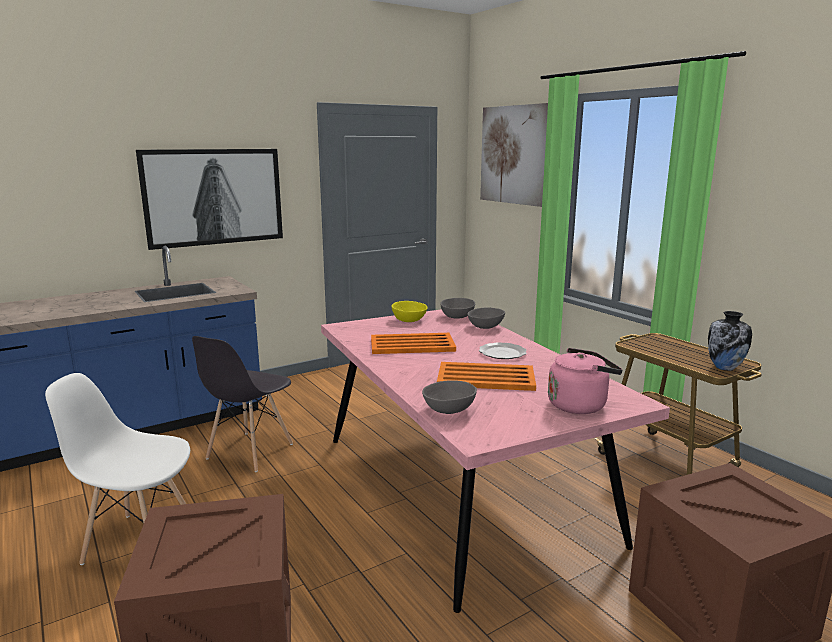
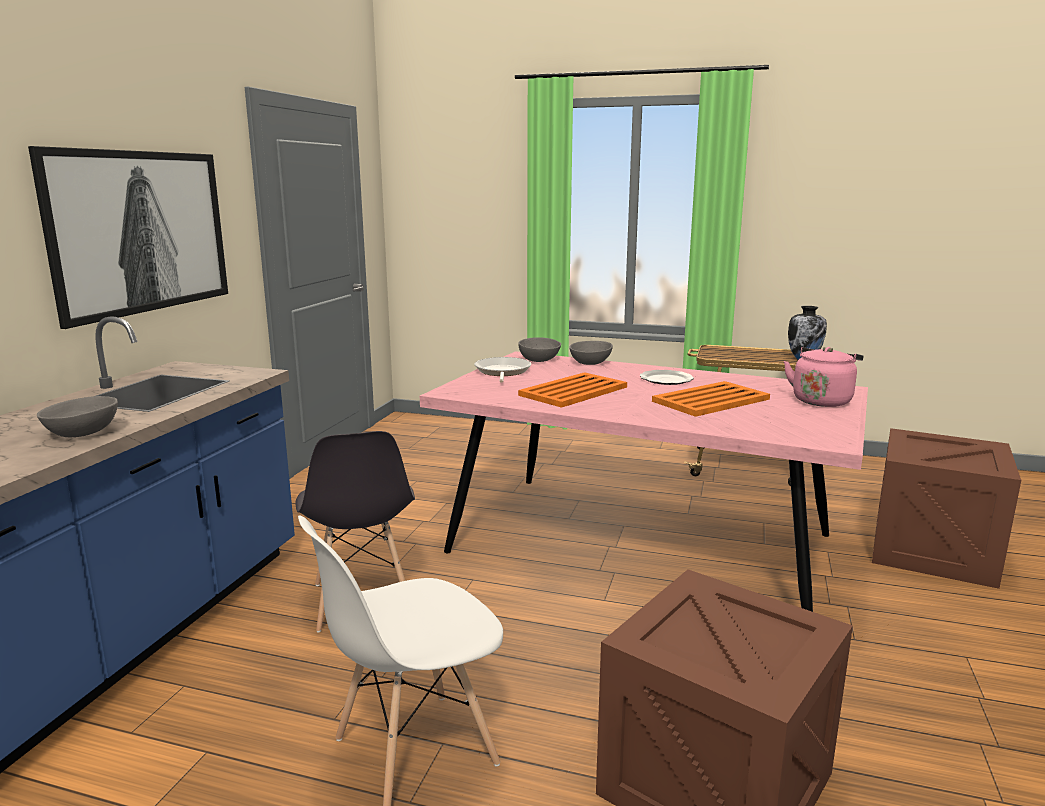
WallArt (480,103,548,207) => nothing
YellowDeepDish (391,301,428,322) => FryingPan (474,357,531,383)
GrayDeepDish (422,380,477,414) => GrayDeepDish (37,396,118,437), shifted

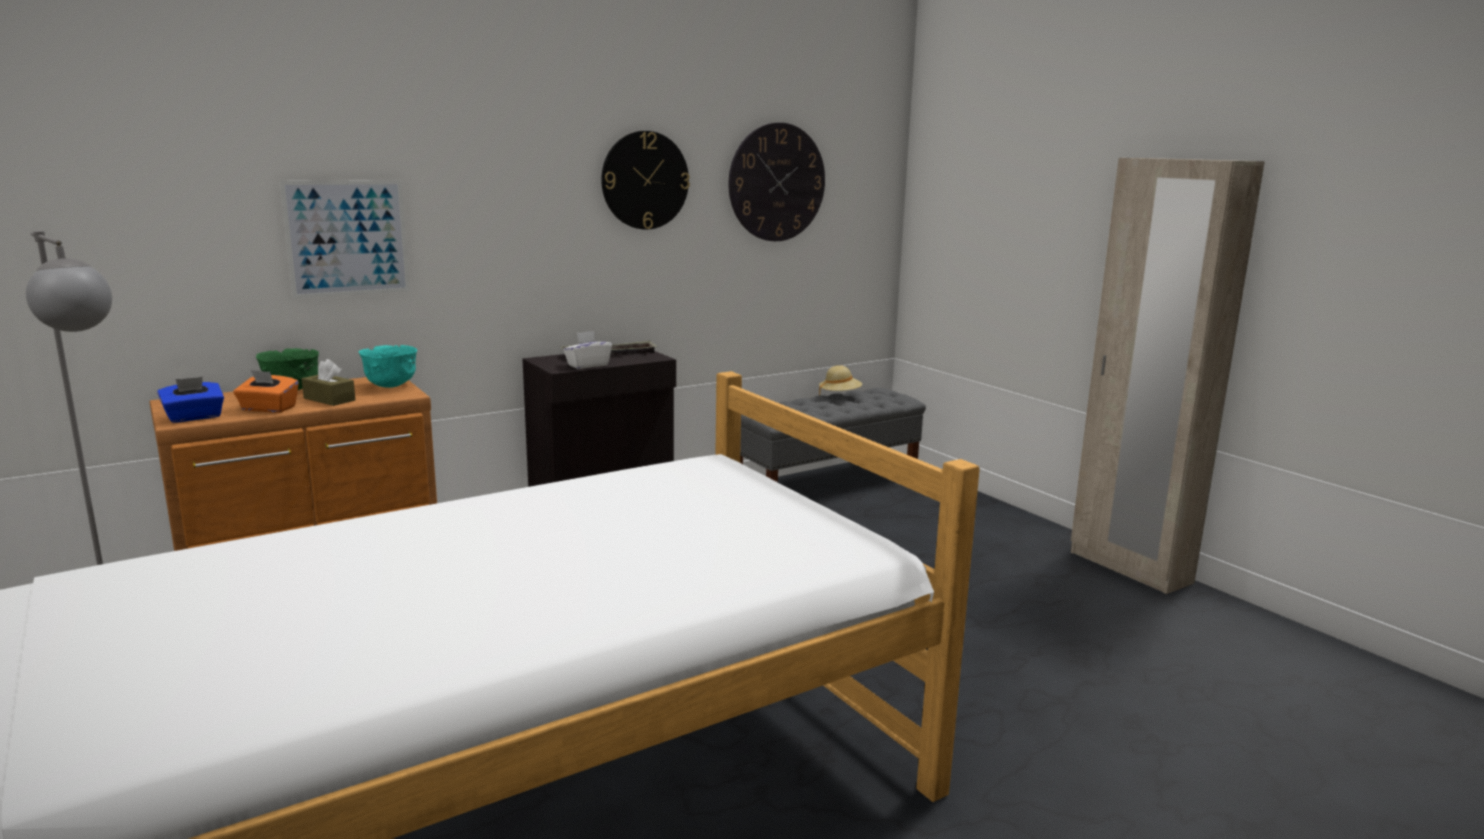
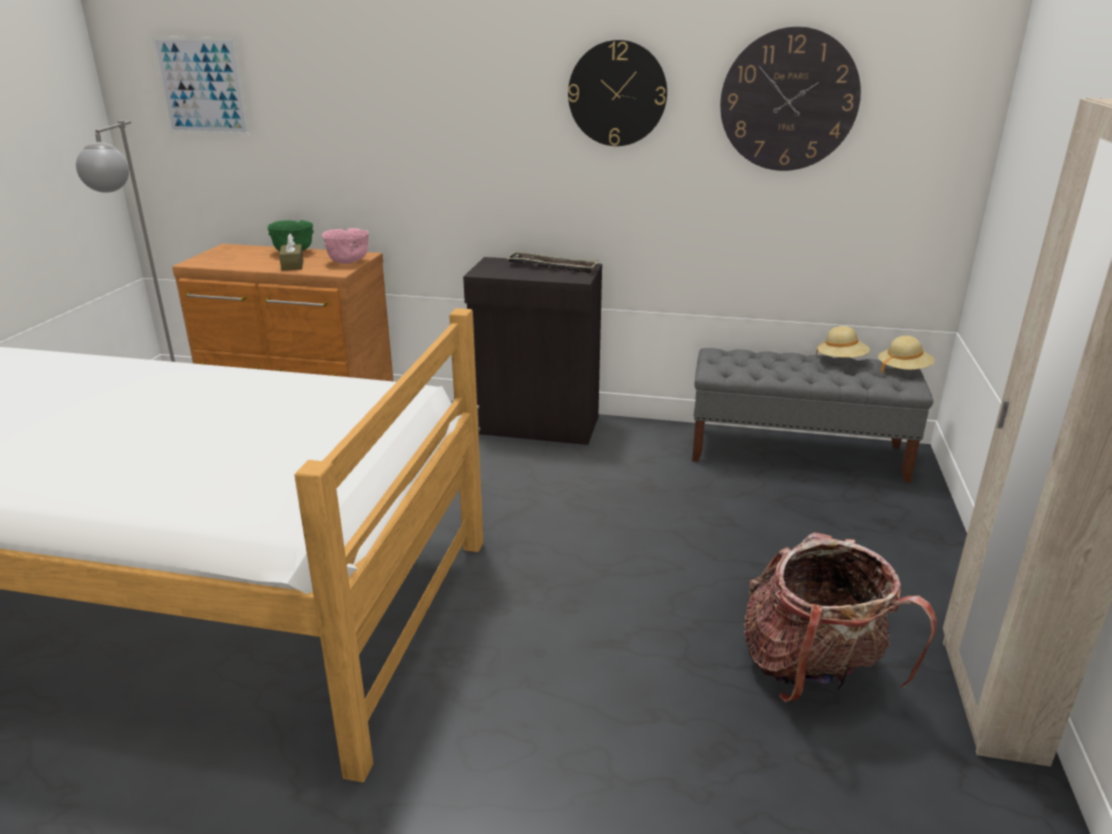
WallArt (280,180,410,298) => WallArt (151,37,250,135), shifted
WhiteBoxOfTissues (563,331,612,369) => nothing
TurquoiseColouredDeepDish (359,345,417,388) => PinkDeepDish (322,228,369,264)
OrangeyBoxOfTissues (233,370,299,413) => nothing
BlueColouredBoxOfTissues (157,377,224,423) => nothing
nothing => BeigeHat (878,336,935,373)
nothing => Backpack (743,532,937,703)

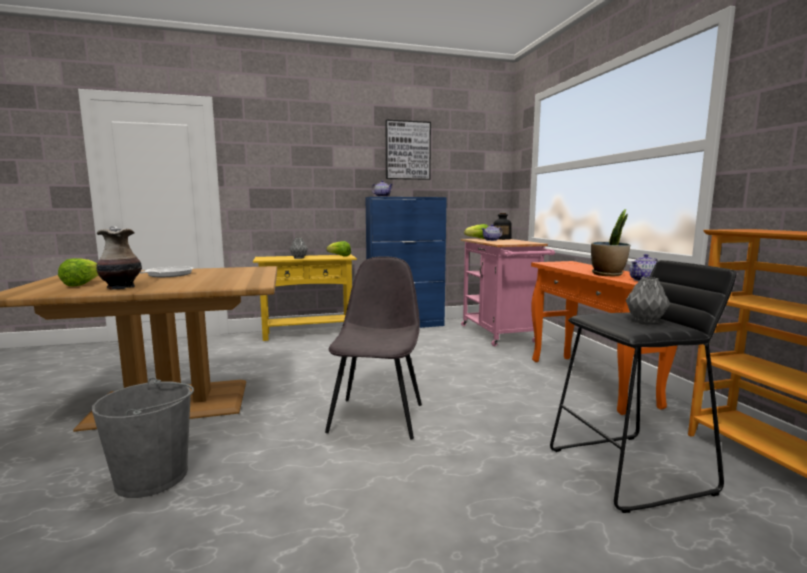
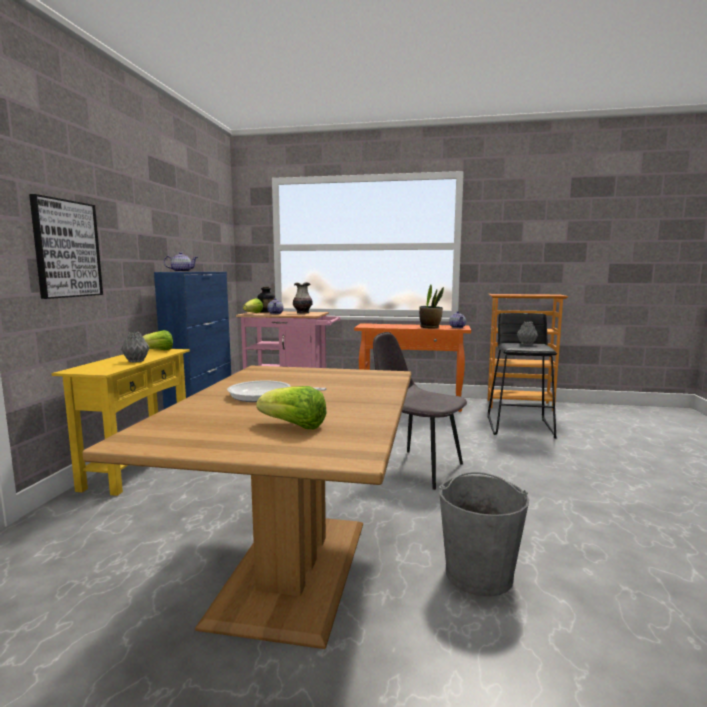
WallArt (386,119,431,180) => WallArt (29,194,103,299), shifted
DecorativeVase (96,228,142,290) => DecorativeVase (293,282,313,314), shifted

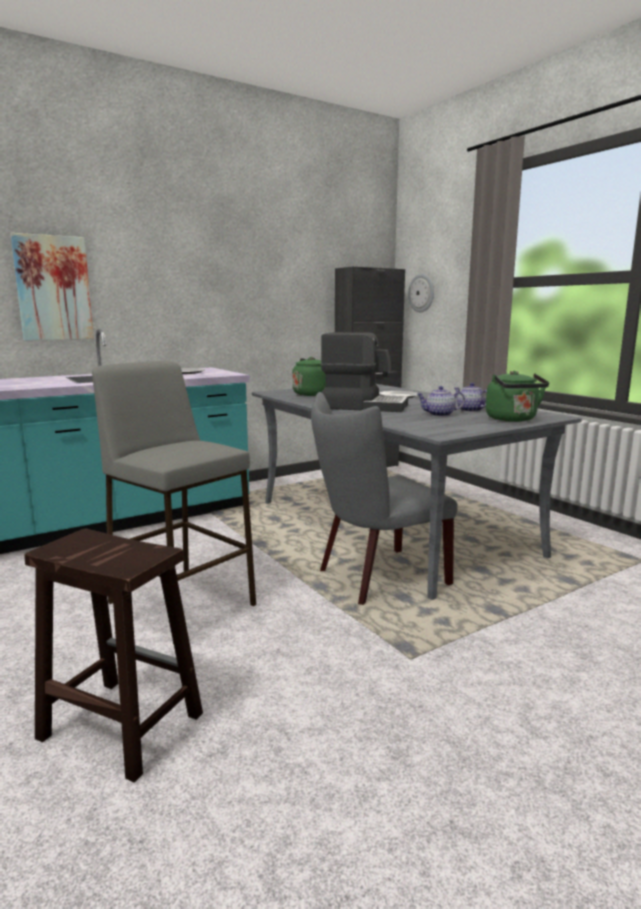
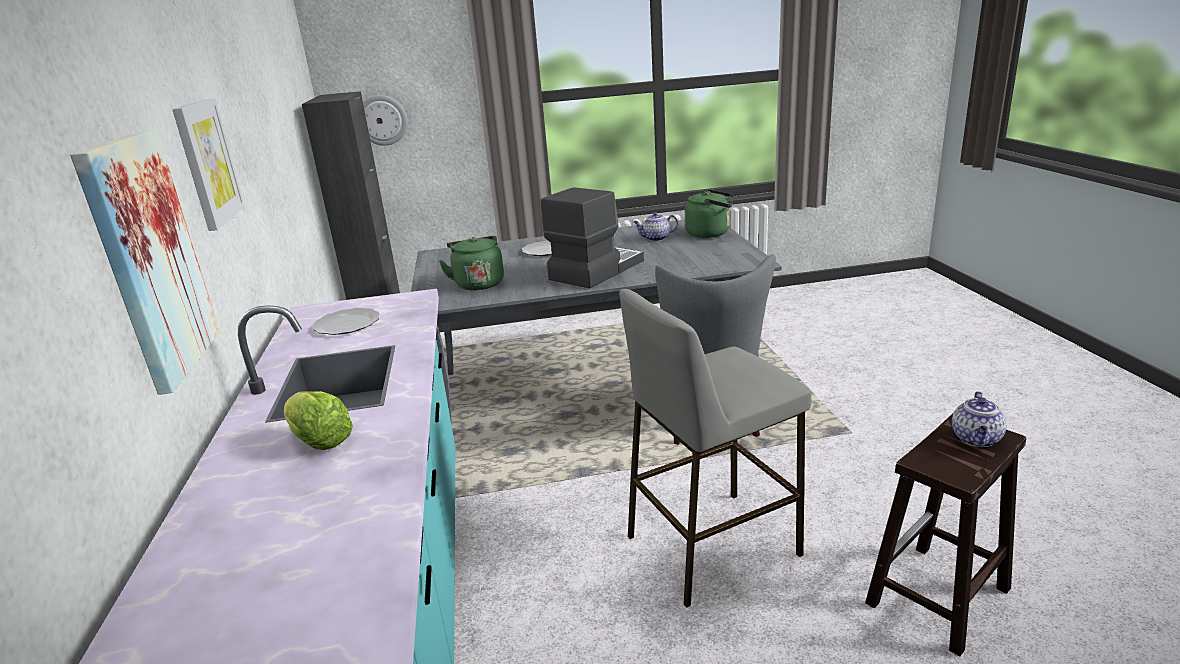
Teapot (417,386,465,416) => Teapot (952,391,1007,447), shifted
nothing => WallArt (172,98,245,231)
nothing => LettuceHead (284,391,353,450)

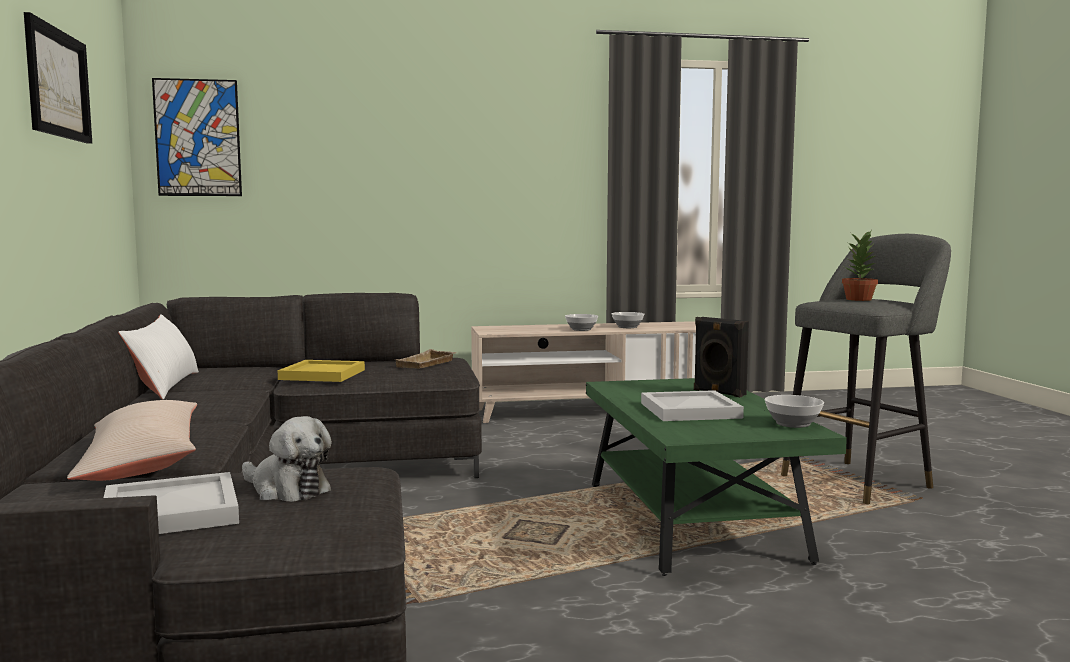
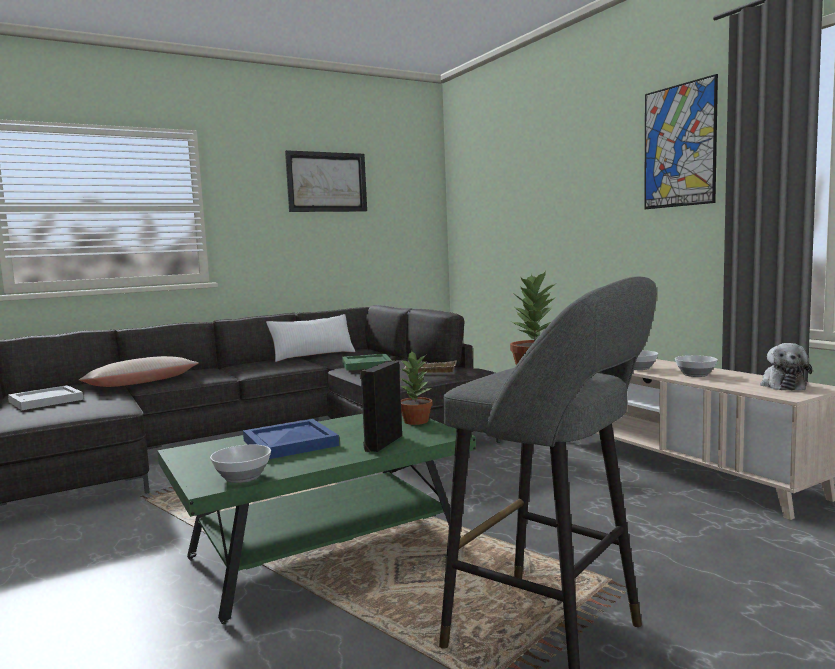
WallArt (152,78,242,196) => WallArt (644,74,718,209), shifted
YellowTray (278,360,365,382) => GreenishTray (342,354,392,371)
WhiteTray (641,390,744,421) => BlueColouredTray (243,419,339,459)
PlushToy (242,416,332,502) => PlushToy (760,343,812,390), shifted
nothing => Houseplant (399,351,433,425)

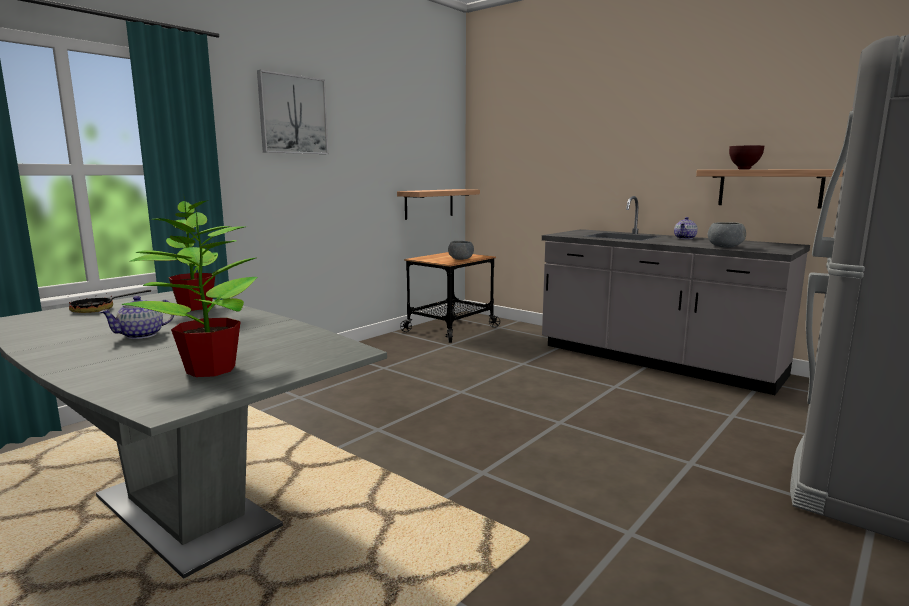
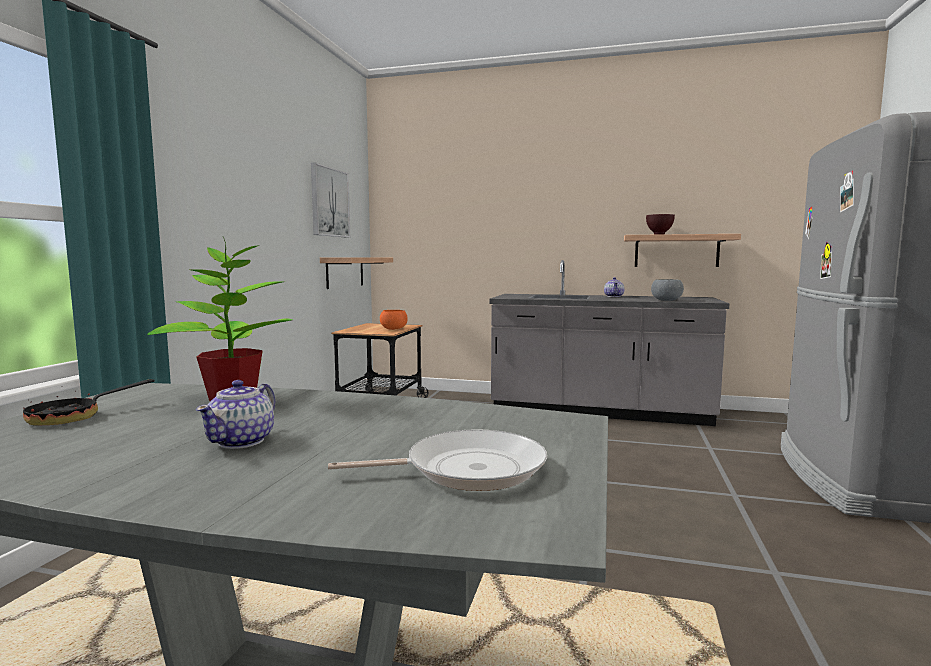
WallArt (257,70,329,154) => WallArt (311,162,351,238), shifted
Houseplant (122,206,258,377) => FryingPan (328,429,547,491)
GrayDeepDish (448,241,474,260) => OrangeyDeepDish (380,310,408,330)

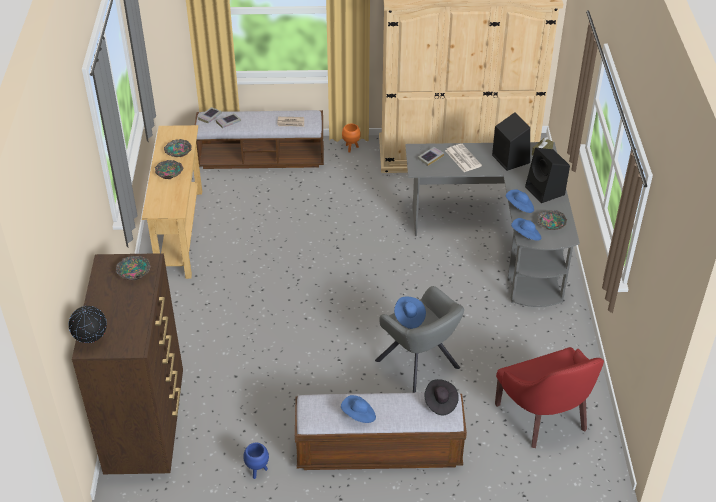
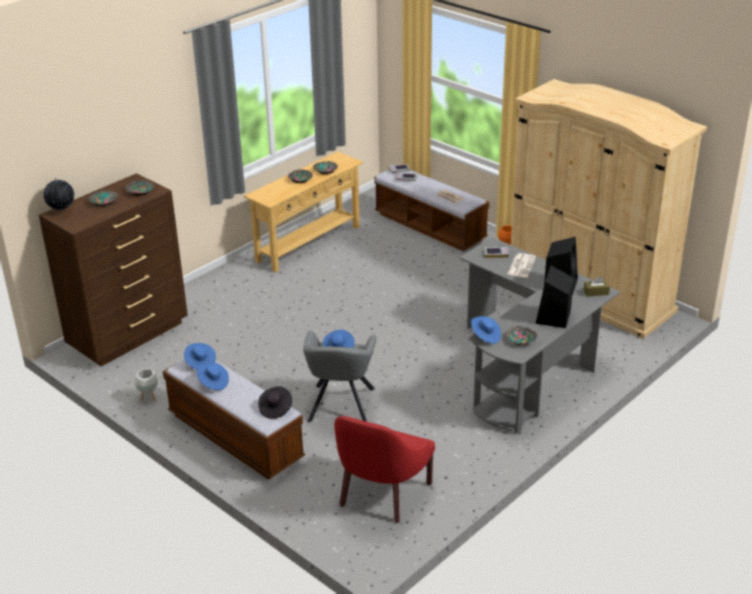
BlueColouredHat (506,189,534,213) => BlueColouredHat (184,343,216,370), shifted
BlueColouredPlantPot (243,443,269,479) => WhitePlantPot (135,369,158,402)
nothing => DeepDish (88,190,118,207)

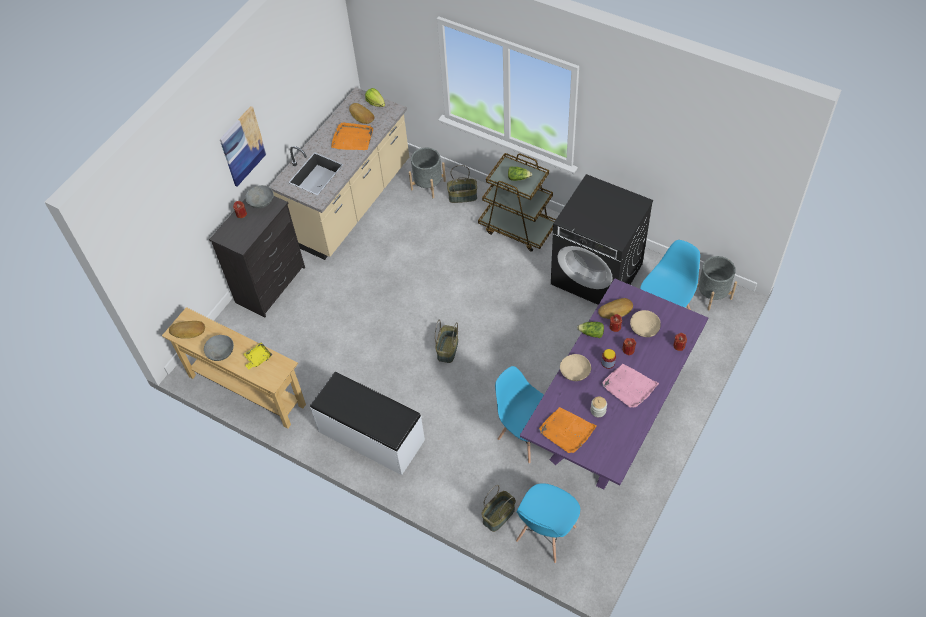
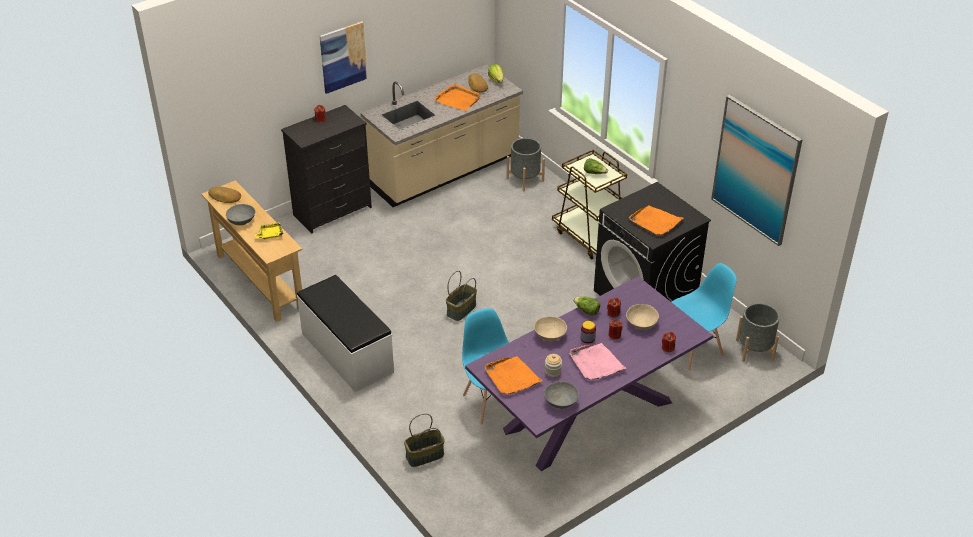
HouseholdBasket (447,165,477,203) => nothing
GrayDeepDish (245,185,274,208) => GrayDeepDish (544,381,579,409), shifted
BakeryBread (598,298,633,319) => nothing
BlueColouredUprightChair (516,483,580,563) => nothing
nothing => WallArt (711,95,802,246)
nothing => OrangeyTray (629,205,683,236)

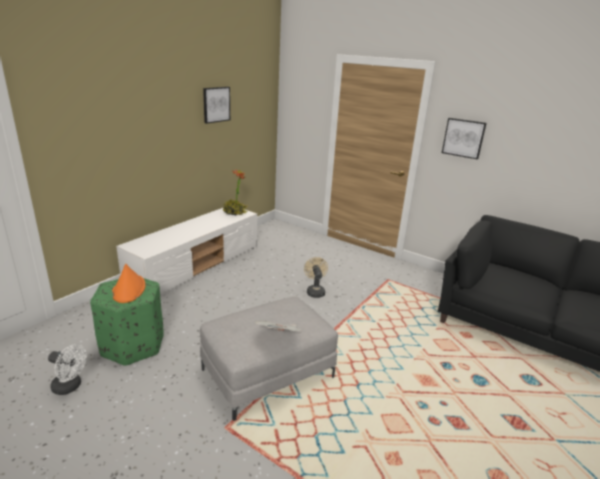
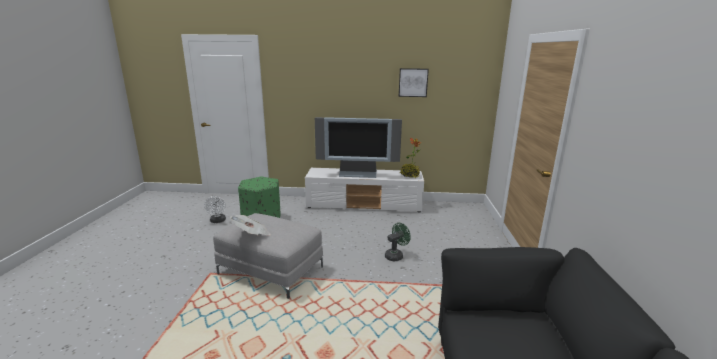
WallArt (442,118,486,159) => nothing
BeigeElectricFan (304,257,328,298) => GreenishElectricFan (385,223,411,261)
OrangeyHat (112,264,145,303) => nothing
nothing => Television (315,117,402,178)

